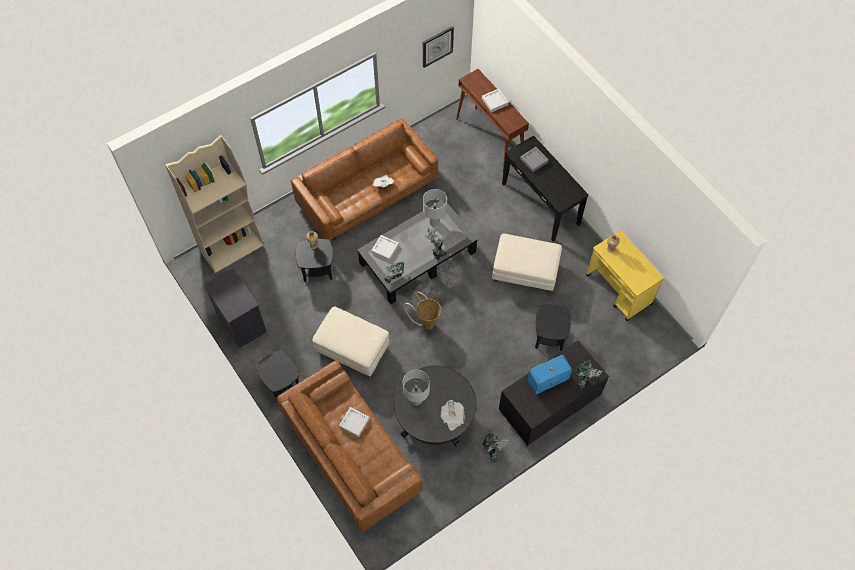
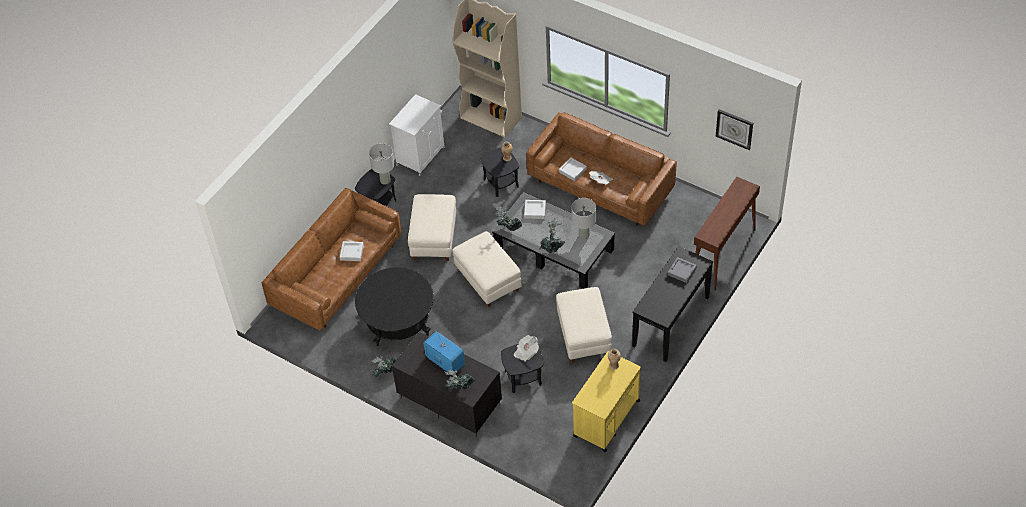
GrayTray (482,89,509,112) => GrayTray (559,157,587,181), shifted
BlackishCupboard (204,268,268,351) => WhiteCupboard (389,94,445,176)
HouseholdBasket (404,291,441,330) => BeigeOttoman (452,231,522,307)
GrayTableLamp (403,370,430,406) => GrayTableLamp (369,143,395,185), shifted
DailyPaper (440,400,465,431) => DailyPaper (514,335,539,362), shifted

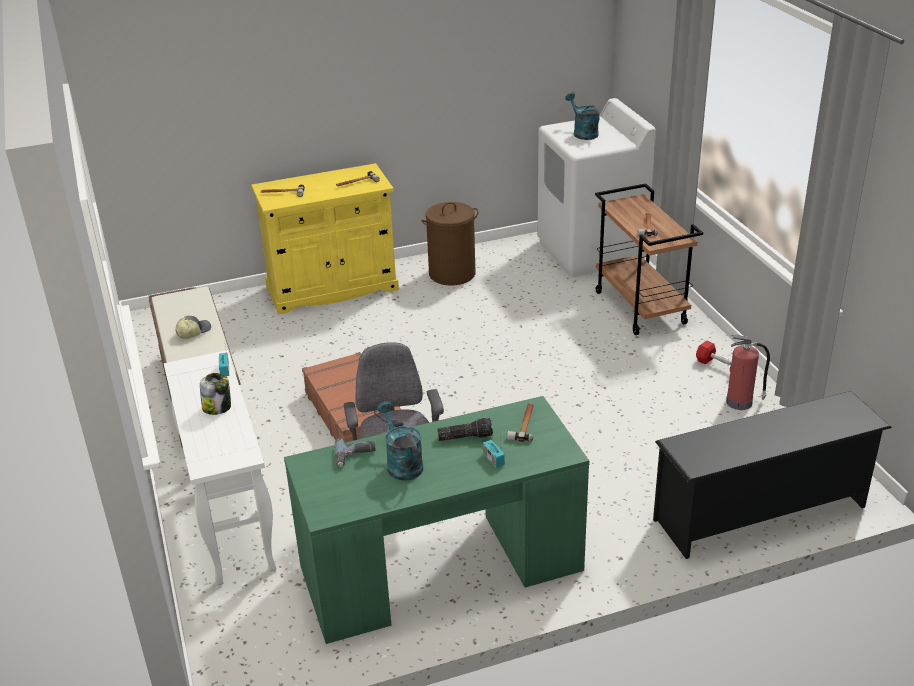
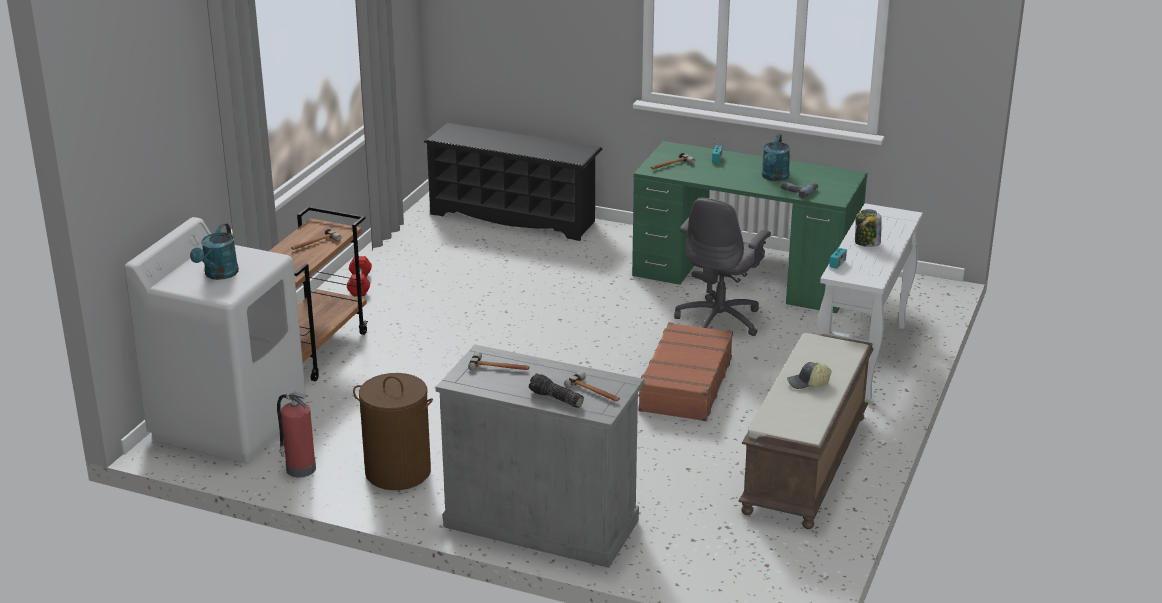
YellowCupboard (251,163,399,315) => GrayCupboard (435,344,644,568)
FireExtinguisher (726,335,770,410) => FireExtinguisher (277,392,316,478), shifted
HandTorch (437,418,493,441) => HandTorch (529,373,584,408), shifted

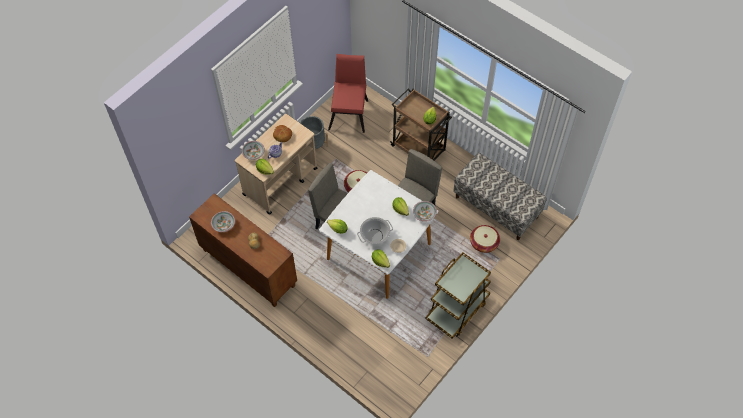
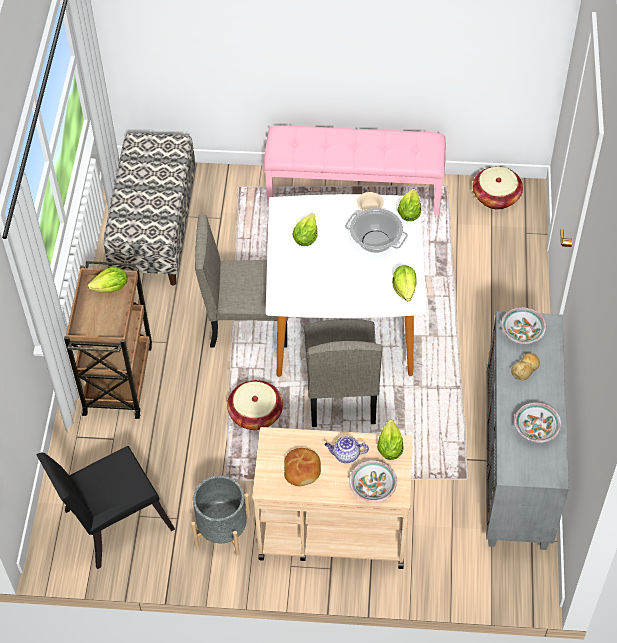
RedColouredUprightChair (328,54,368,133) => BlackishUprightChair (36,446,175,569)
BrownColouredCupboard (189,193,297,307) => GrayCupboard (486,311,569,550)
DeepDish (413,201,437,222) => DeepDish (501,307,546,344), shifted
HouseholdBasket (470,225,500,253) => HouseholdBasket (473,166,523,209), shifted
BrownColouredTrolley (425,252,491,339) => PinkIndoorBench (264,125,446,215)

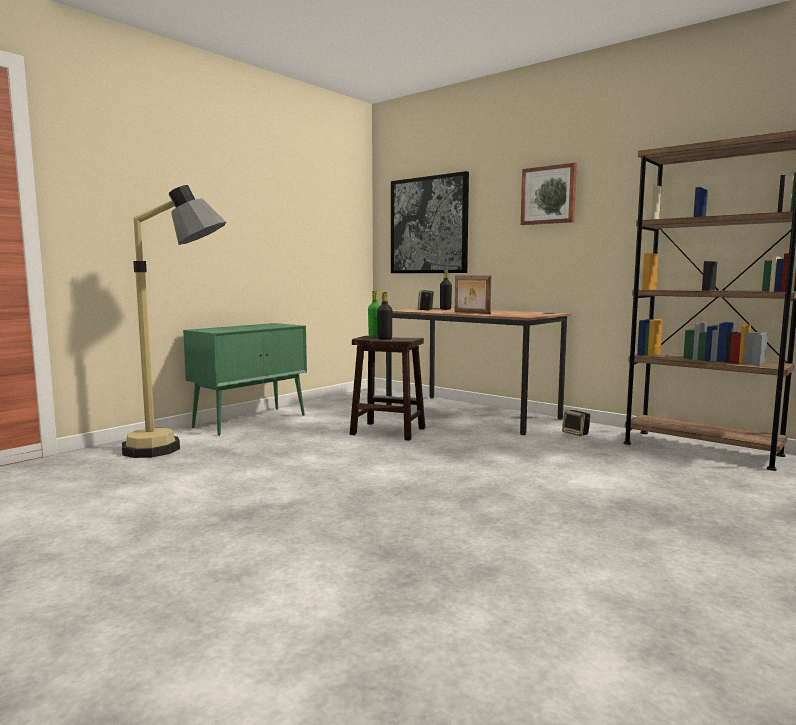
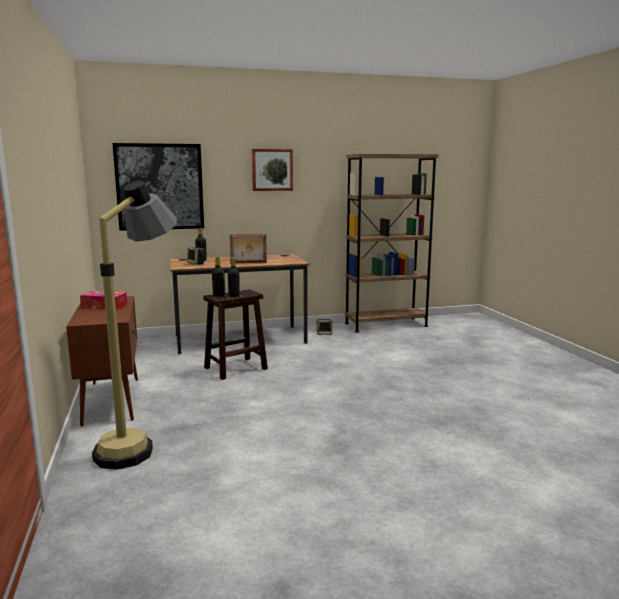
GreenishDrinkBottle (368,290,380,337) => BlackishDrinkBottle (212,257,225,296)
GreenishCupboard (183,323,307,436) => BrownColouredCupboard (66,296,138,426)
nothing => BoxOfTissues (80,291,127,310)

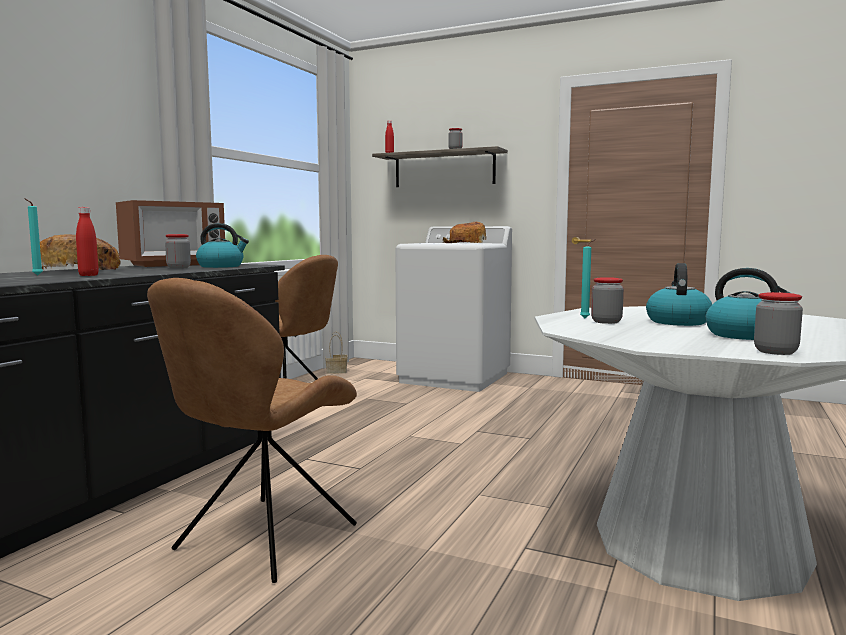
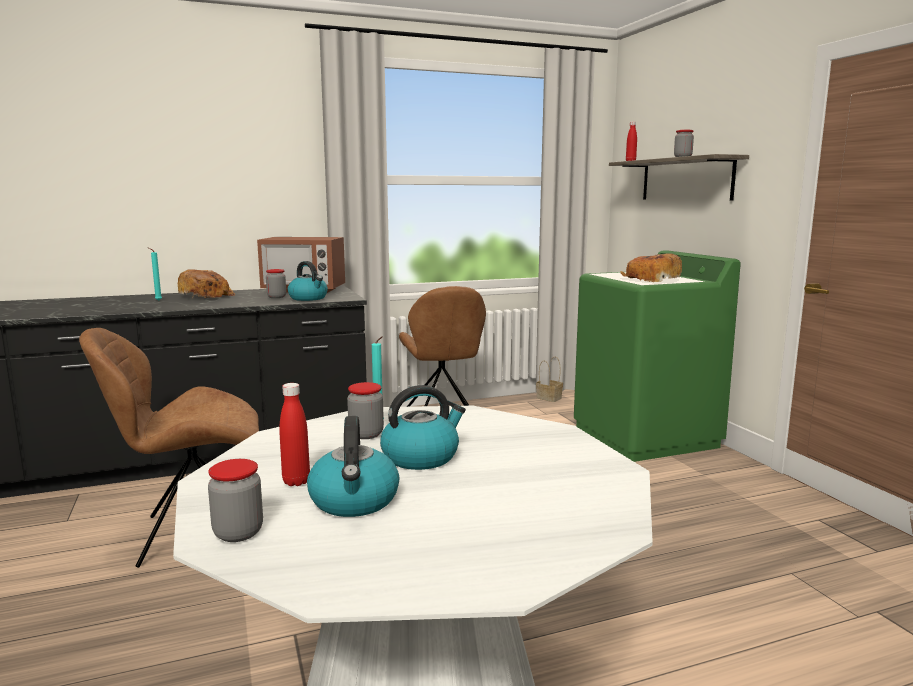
RedColouredDrinkBottle (76,207,99,276) => RedColouredDrinkBottle (279,383,310,486), shifted
WhiteLaundryMachine (395,226,512,392) => GreenishLaundryMachine (574,250,741,462)

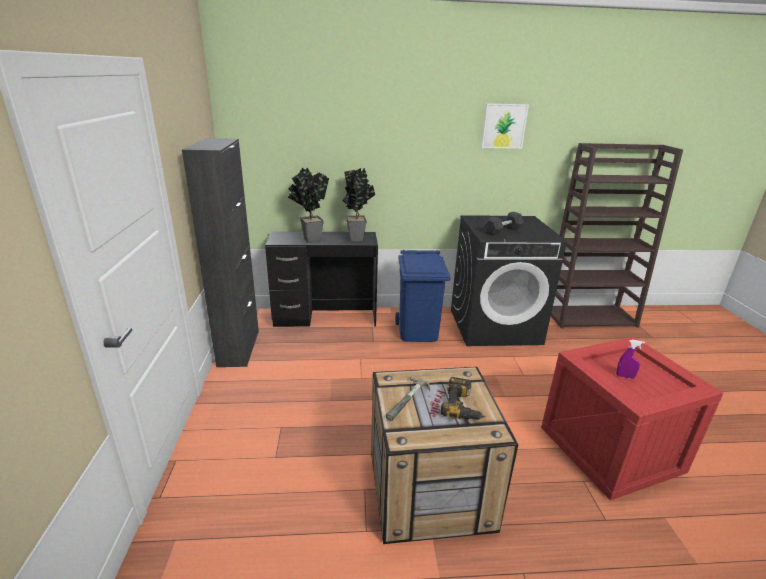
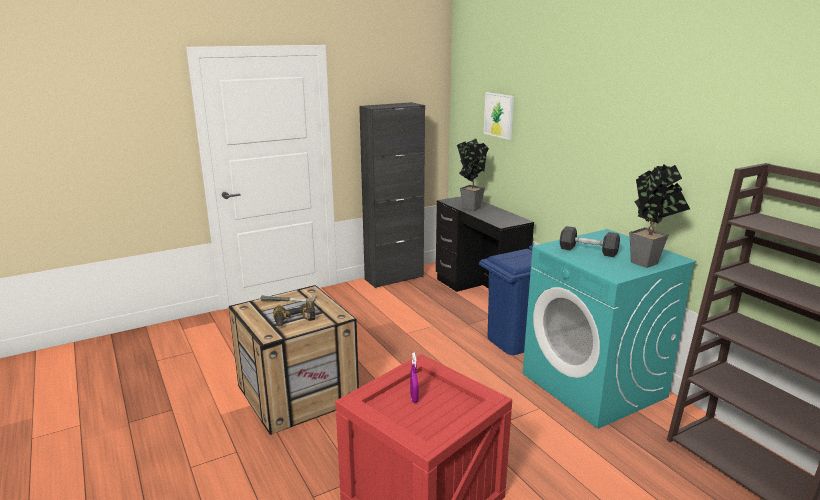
WallArt (481,103,529,149) => WallArt (484,92,514,140), shifted
Houseplant (343,168,375,241) => Houseplant (629,165,690,268), shifted
BlackishLaundryMachine (451,215,567,346) => TurquoiseColouredLaundryMachine (523,229,696,429)

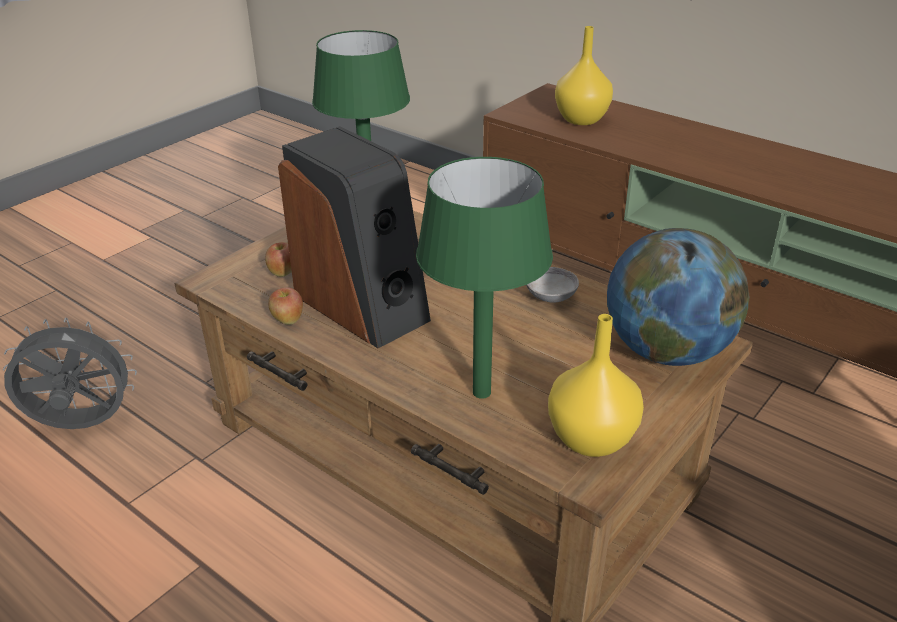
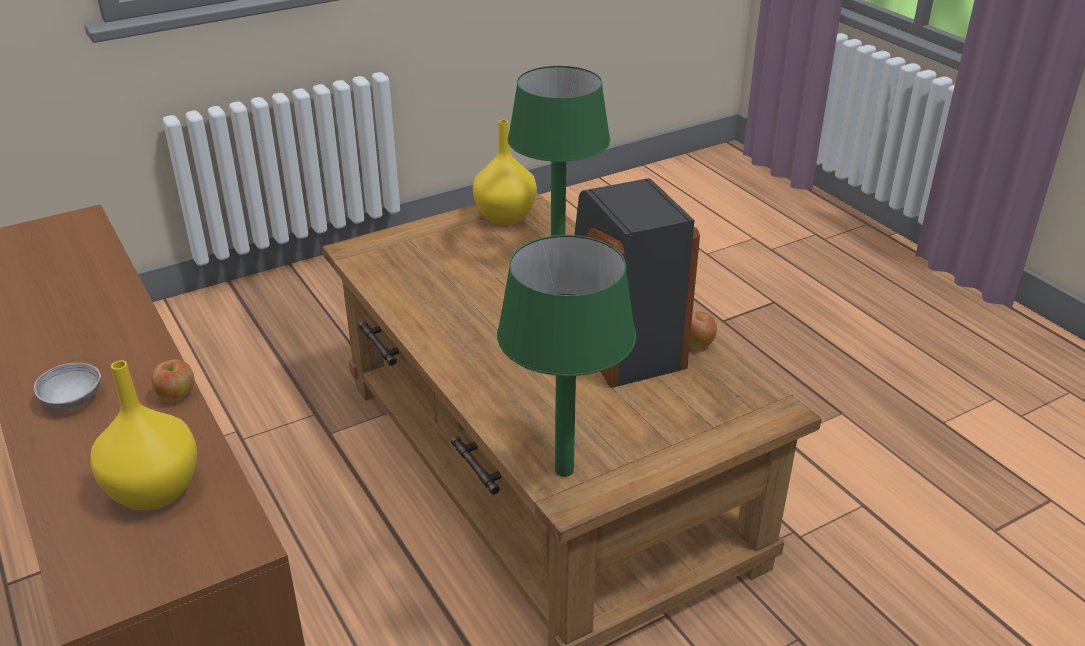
Globe (607,228,750,366) => nothing
WholeApple (265,242,292,277) => WholeApple (152,359,195,402), shifted
GrayDeepDish (526,267,579,303) => GrayDeepDish (34,363,101,409), shifted
GrayElectricFan (3,318,137,429) => nothing

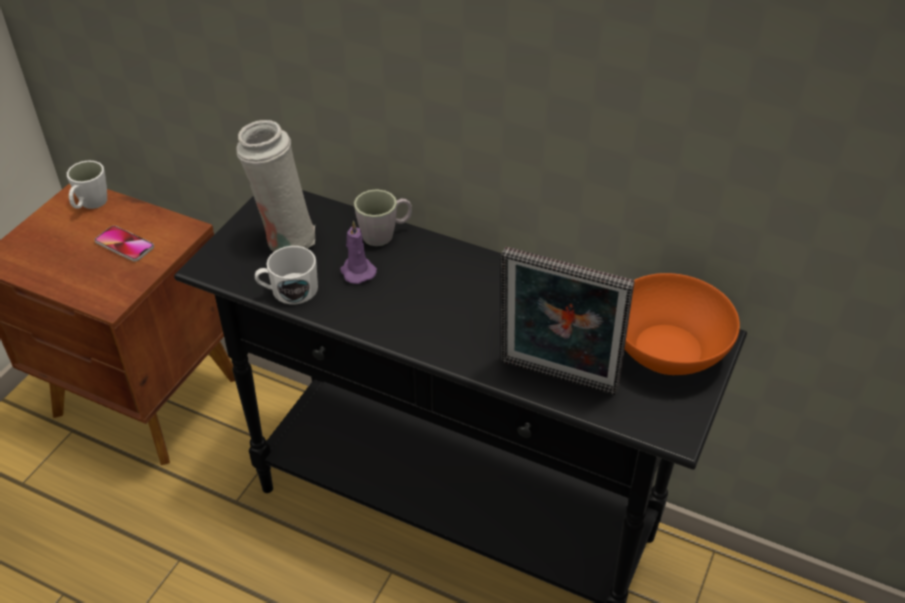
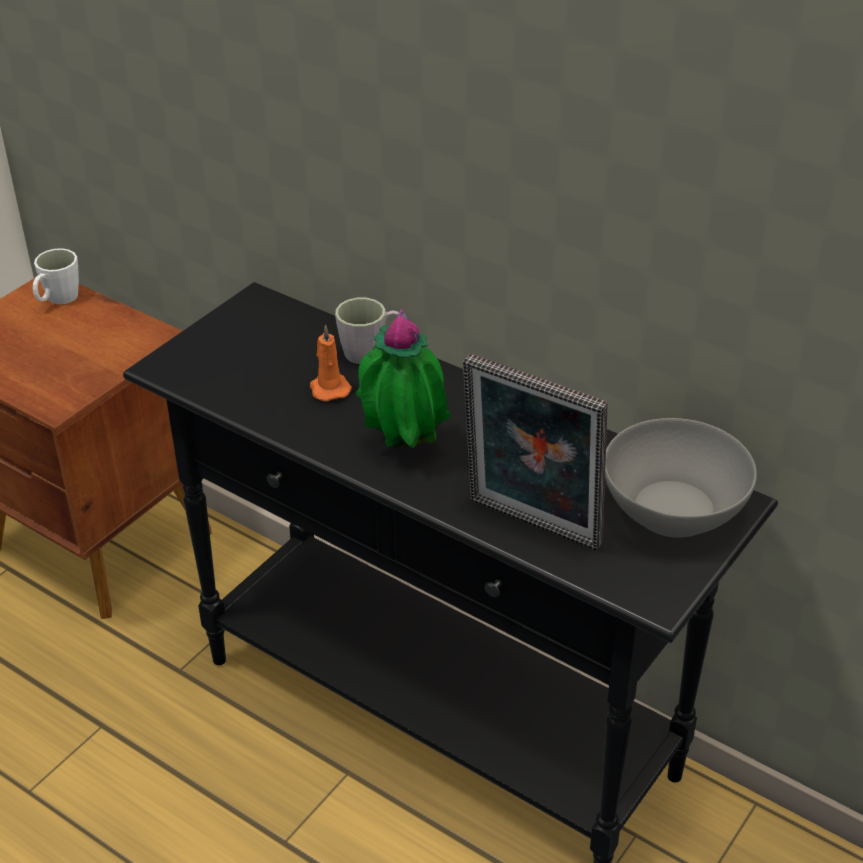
WhiteDecorativeVase (236,120,315,252) => nothing
PurpleColouredWaxLight (340,220,377,284) => OrangeyWaxLight (310,324,352,401)
Telephone (95,226,154,262) => nothing
WhiteMug (255,246,318,304) => nothing
OrangeyDeepDish (625,273,740,375) => GrayDeepDish (605,418,757,538)
nothing => Houseplant (356,309,451,448)

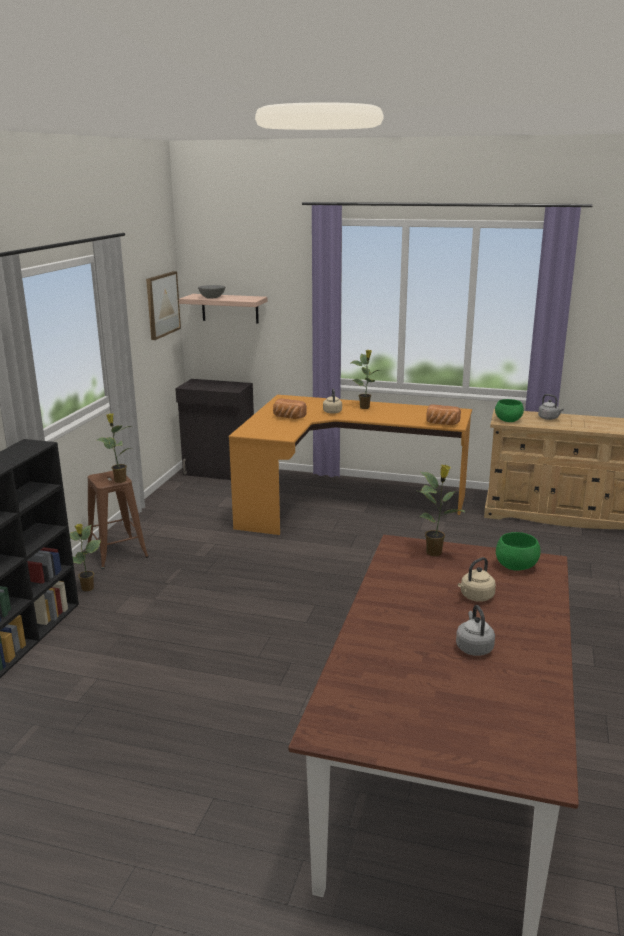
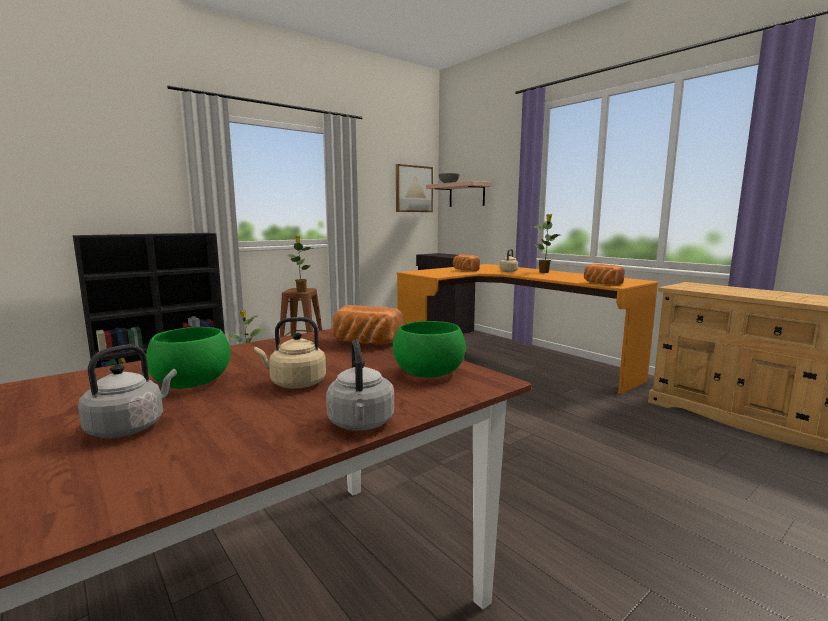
GrayWaterKettle (538,394,564,420) => GrayWaterKettle (326,340,394,431), shifted
GreenishDeepDish (495,399,524,422) => GreenishDeepDish (146,327,231,389), shifted
Houseplant (415,465,466,556) => BakeryBread (333,305,403,345)

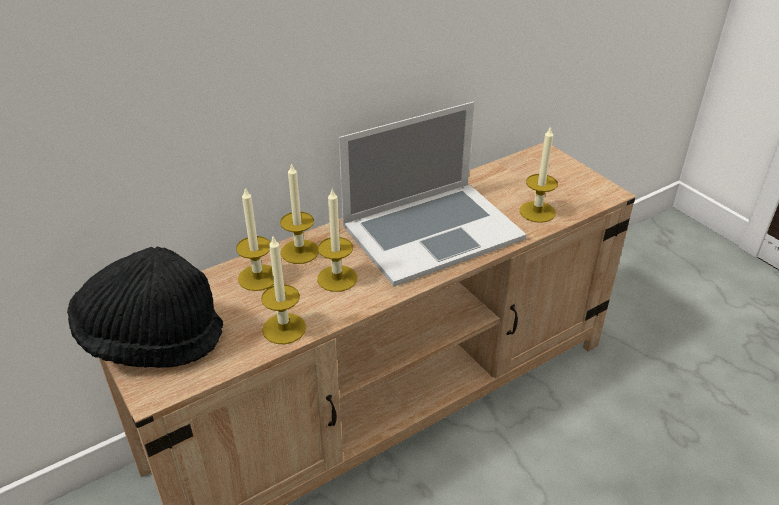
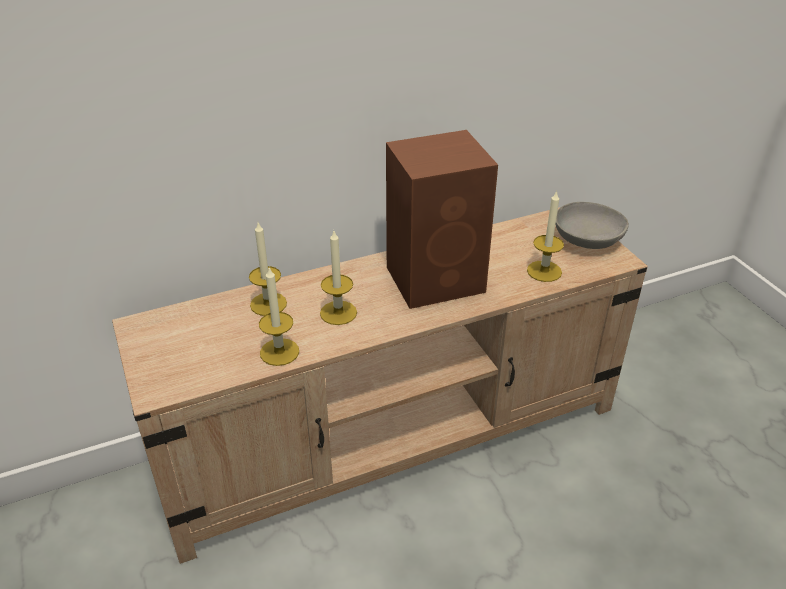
Laptop (339,102,527,287) => BrownColouredSpeaker (386,130,498,309)
WaxLight (280,163,319,264) => nothing
BlackishHat (67,246,223,368) => nothing
nothing => GrayDeepDish (555,202,629,249)

